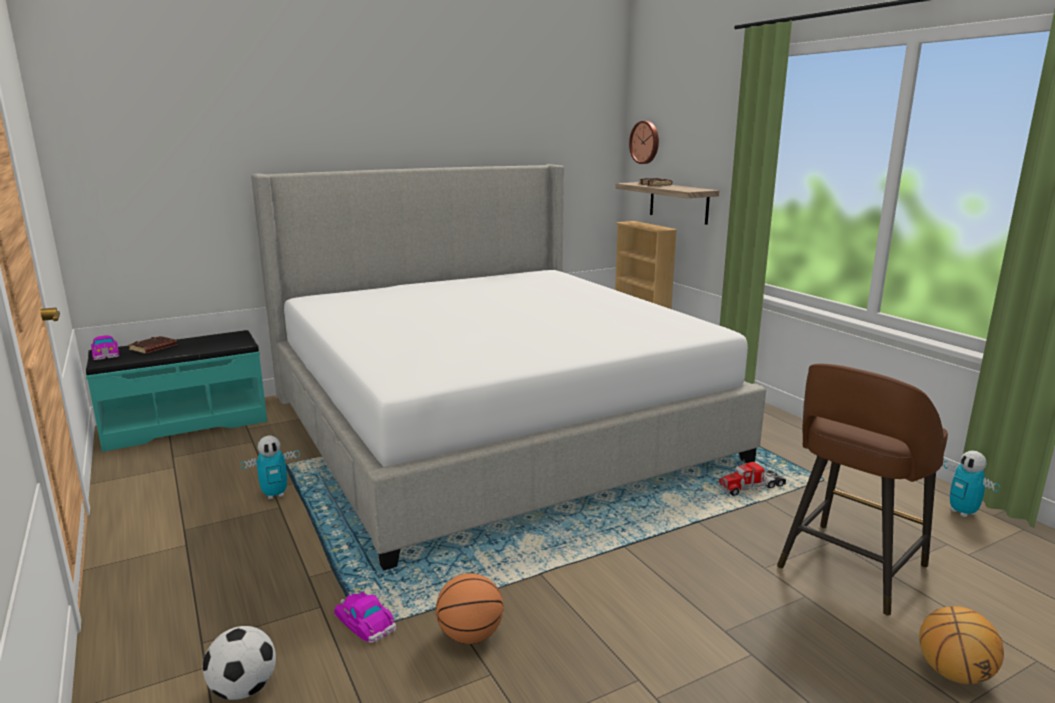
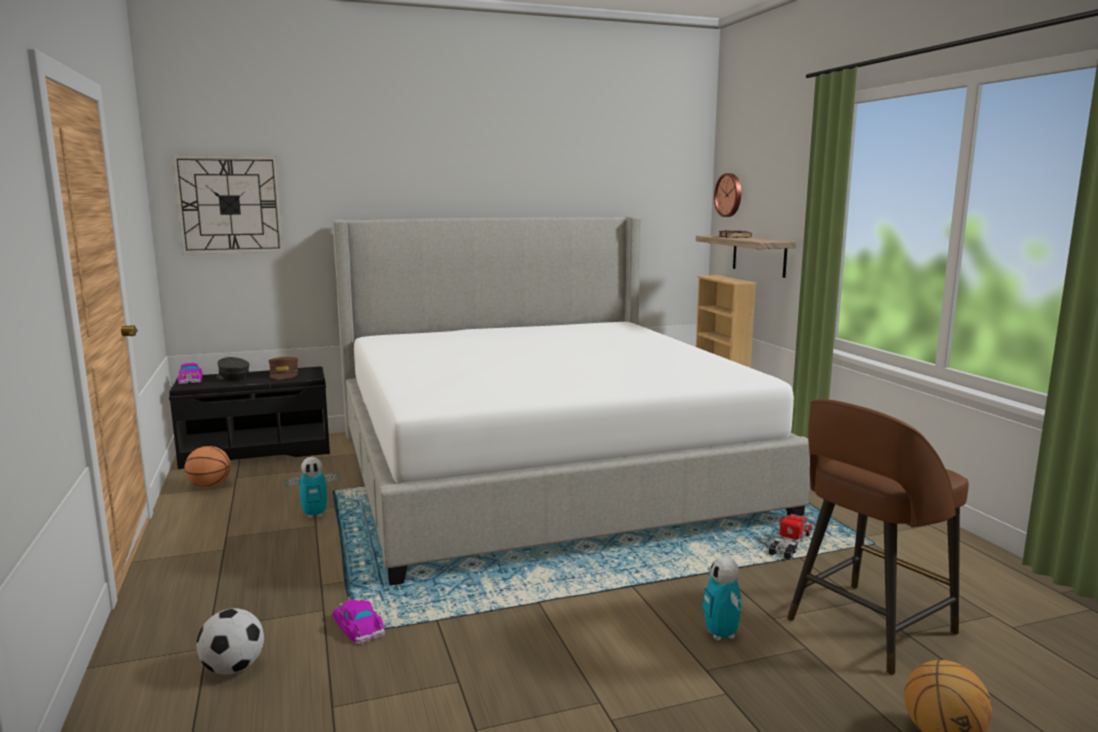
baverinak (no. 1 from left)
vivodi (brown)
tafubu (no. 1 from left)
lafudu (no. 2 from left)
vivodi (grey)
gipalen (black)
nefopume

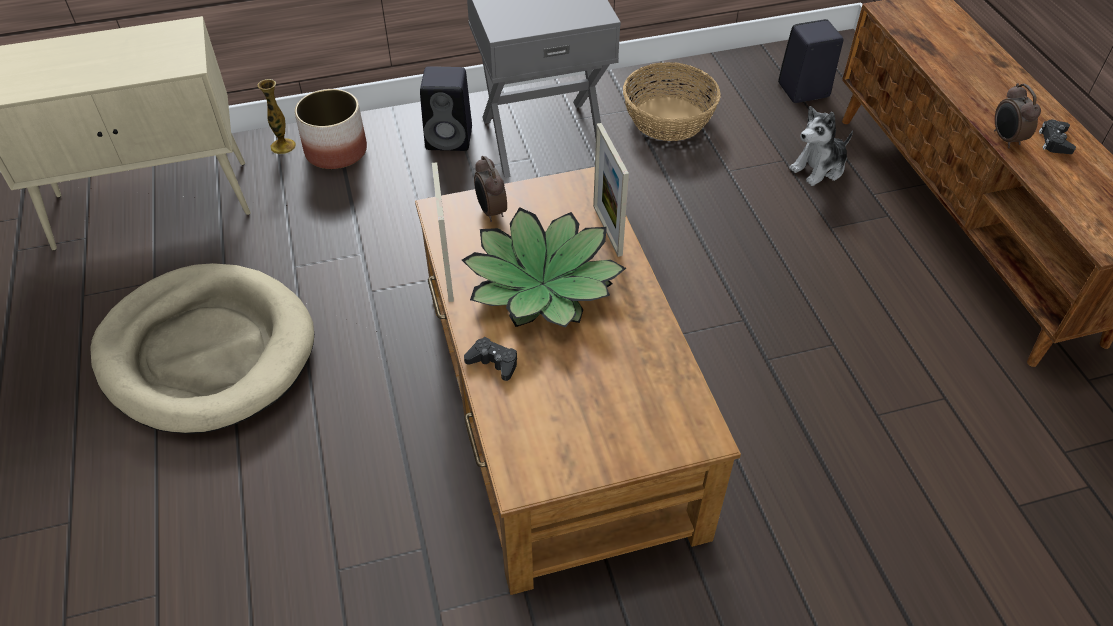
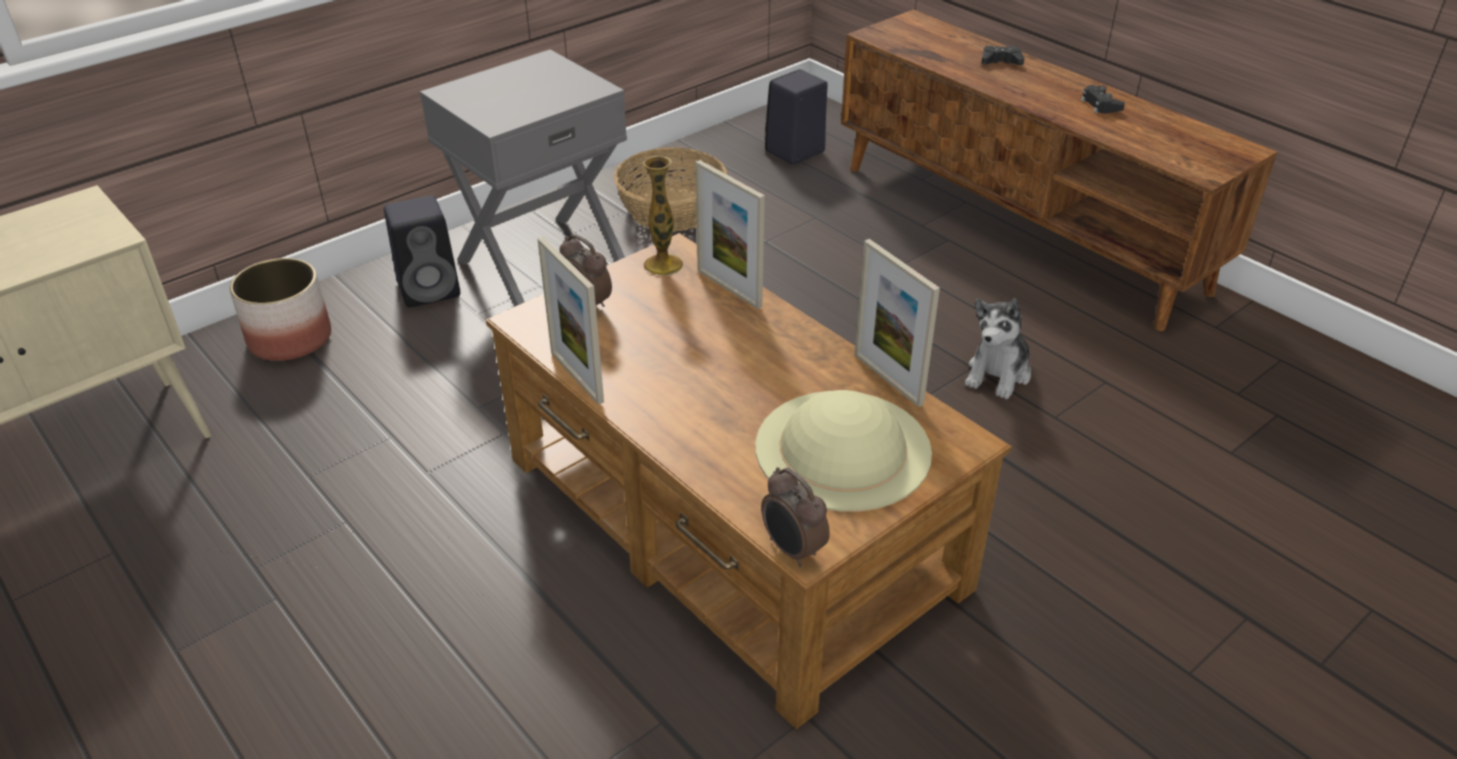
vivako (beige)
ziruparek
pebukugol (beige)
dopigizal (no. 3 from left)
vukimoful
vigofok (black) (no. 1 from left)
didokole
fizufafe (no. 2 from left)

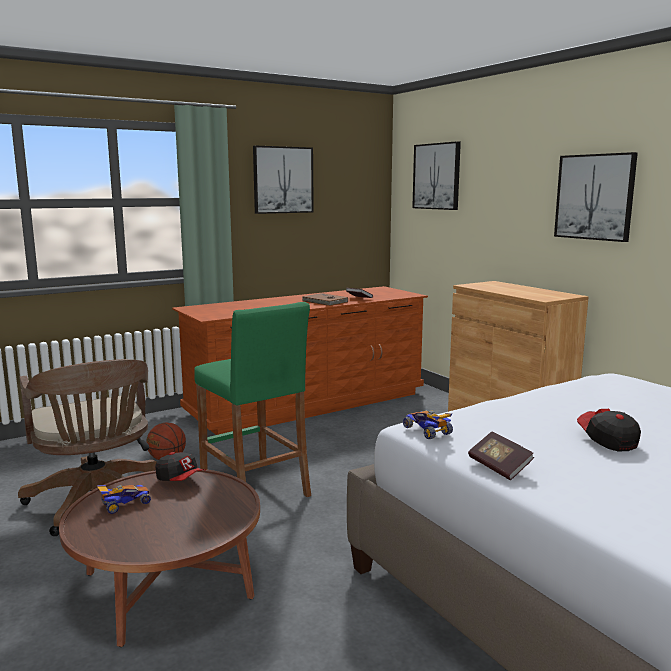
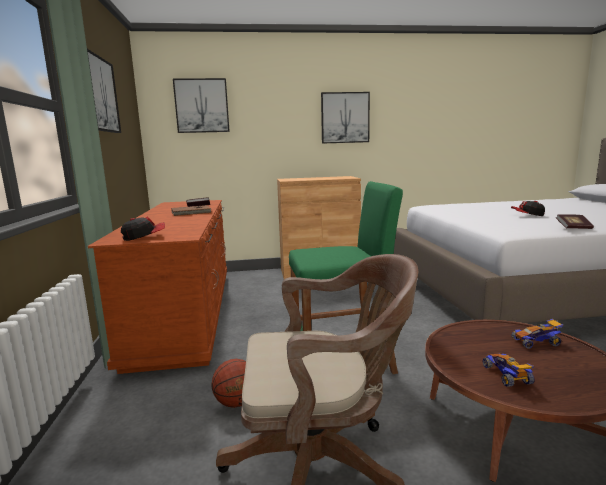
vivodi (no. 1 from left)
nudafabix (no. 2 from left)

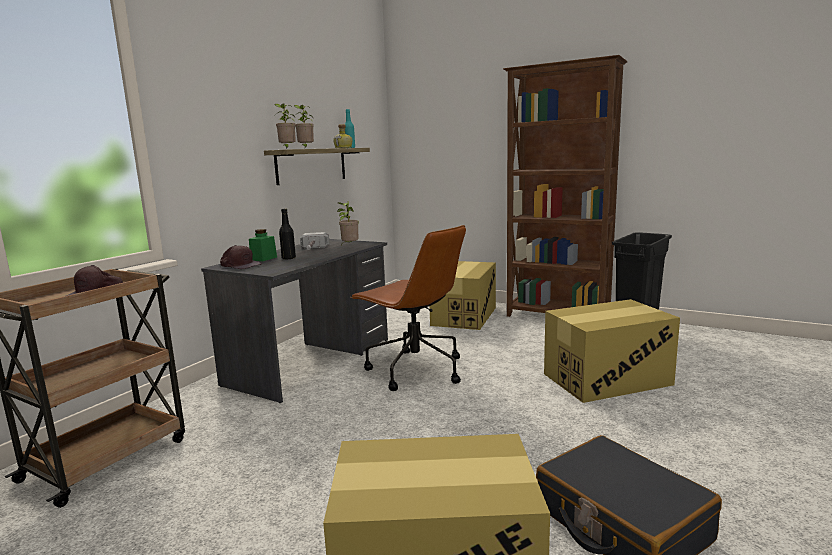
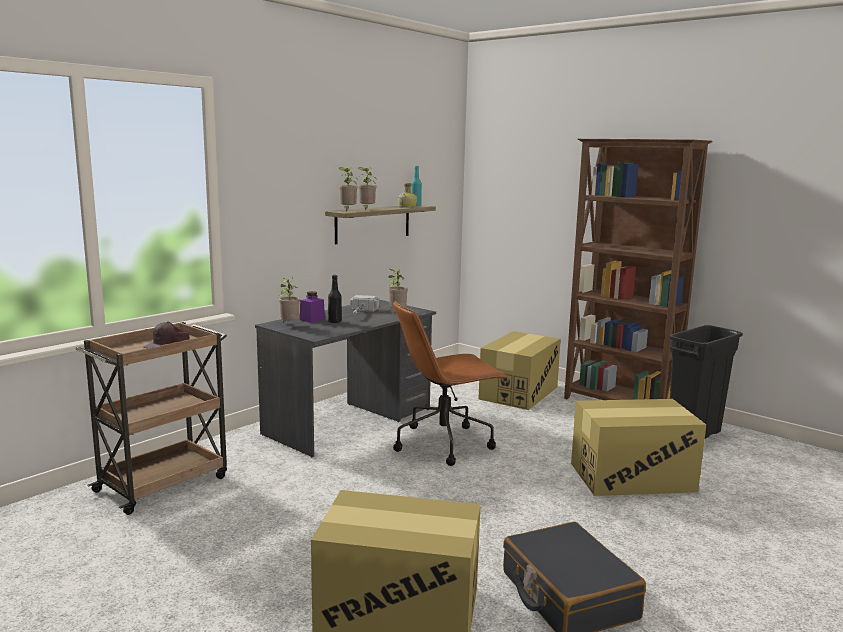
ziruparek (no. 1 from left)
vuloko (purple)
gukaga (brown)

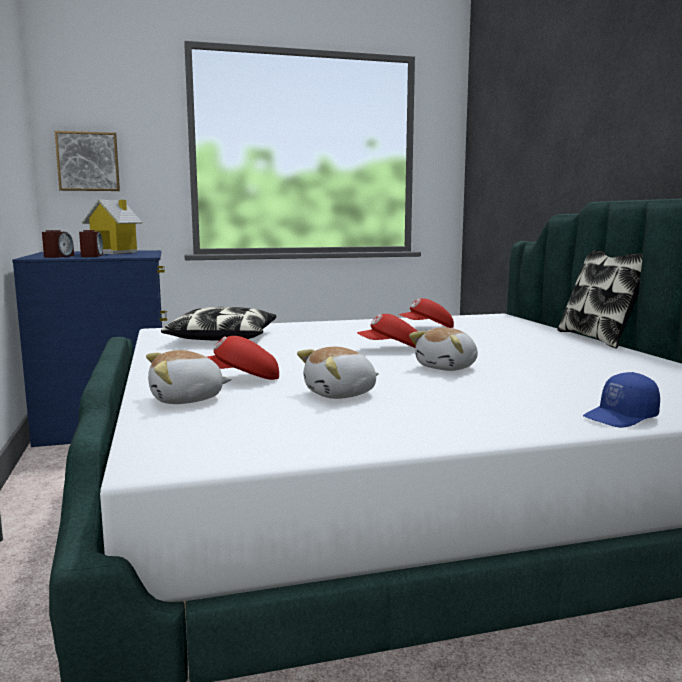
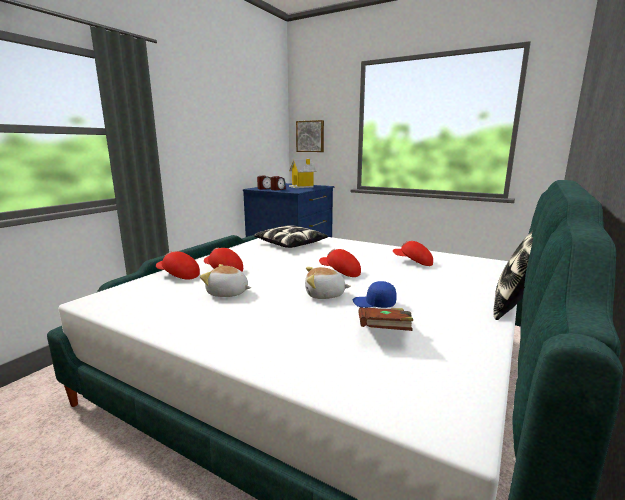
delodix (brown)
vivodi (blue)
vivodi (red) (no. 1 from left)

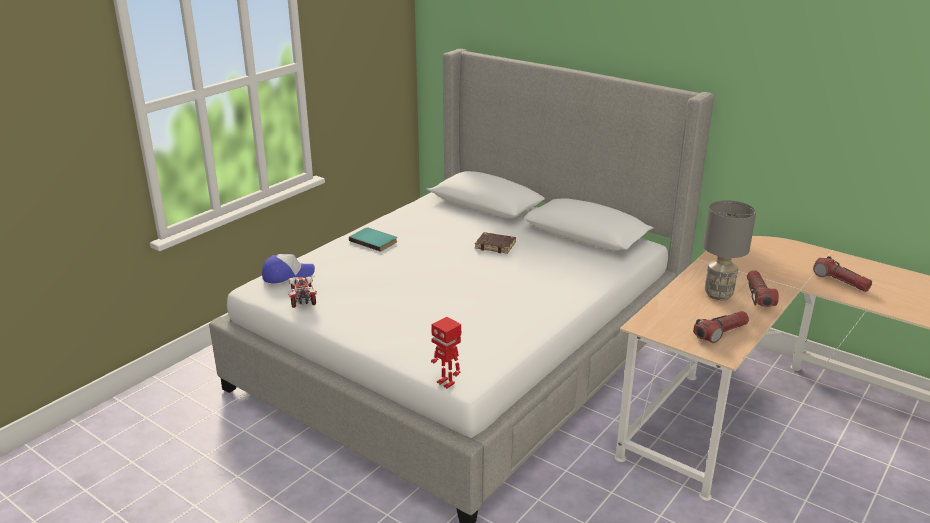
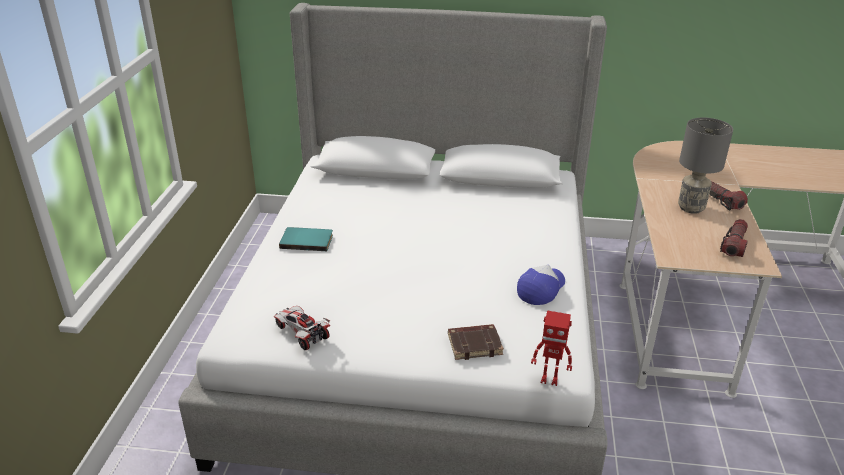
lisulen (no. 3 from left in the first image)
vivodi
delodix (brown)

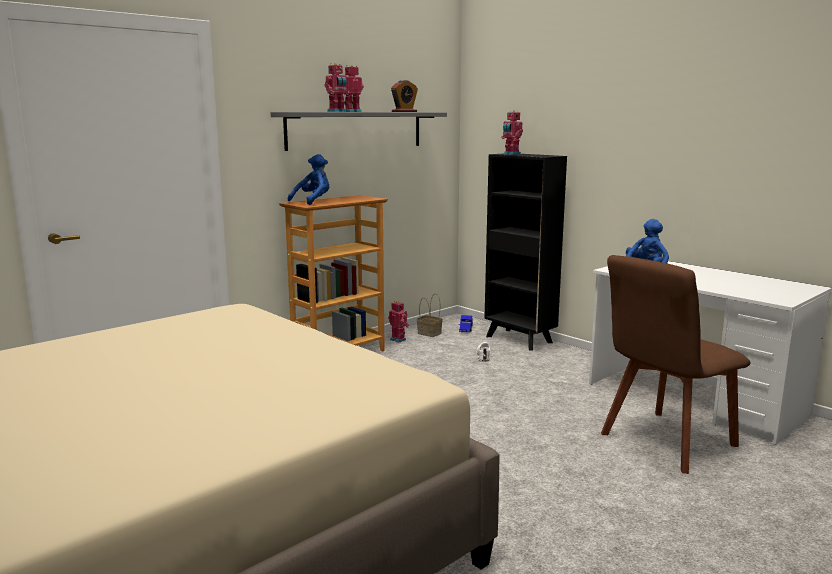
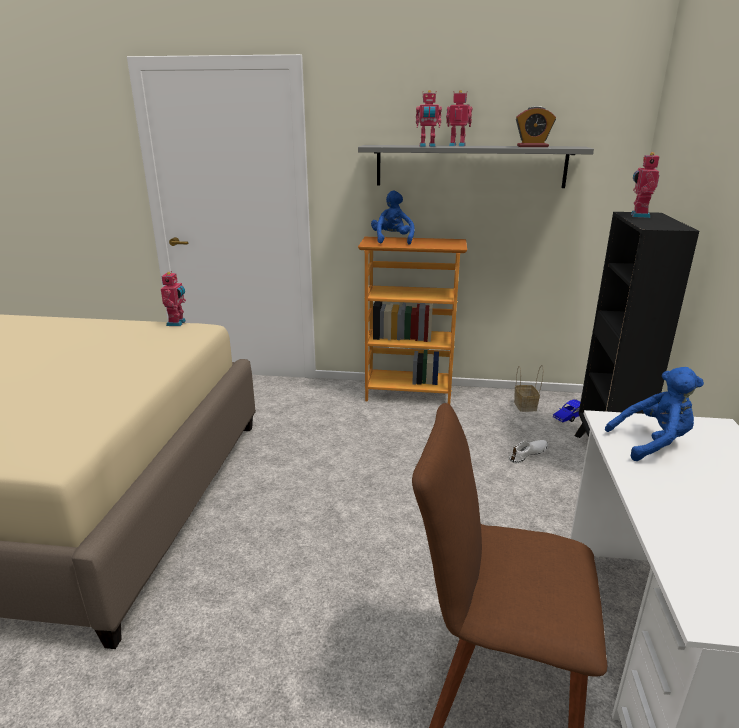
lafudu (no. 1 from left)
didokole (blue) (no. 1 from left)

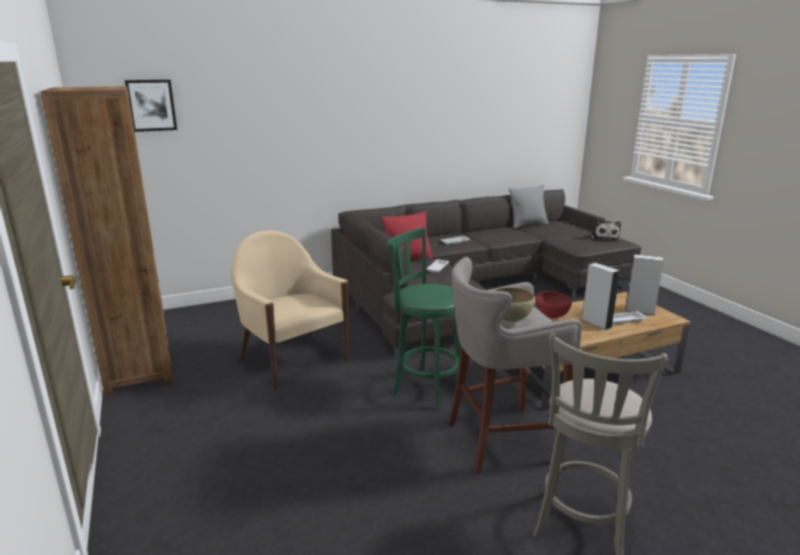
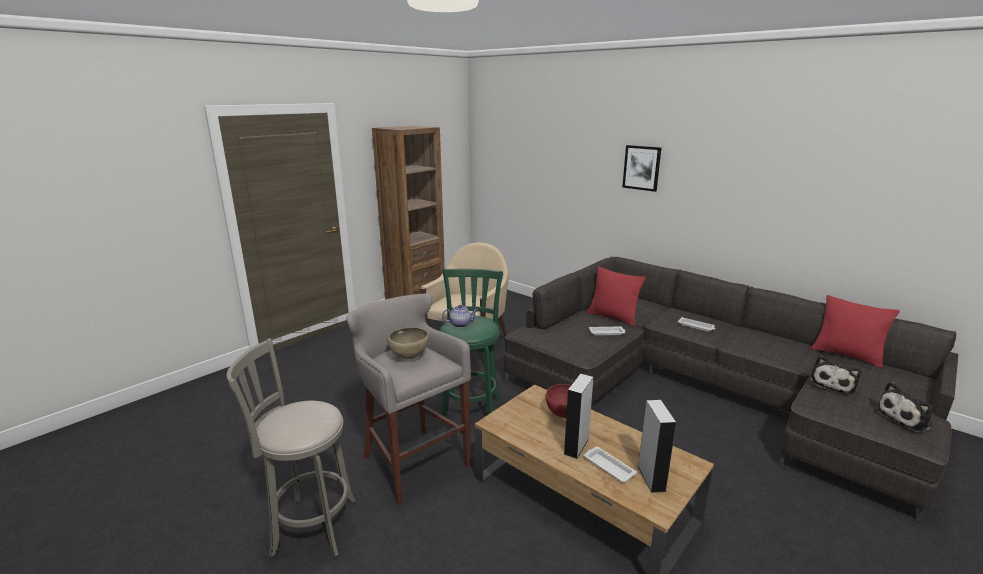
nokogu
didokole (no. 1 from left)
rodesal
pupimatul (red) (no. 2 from left)

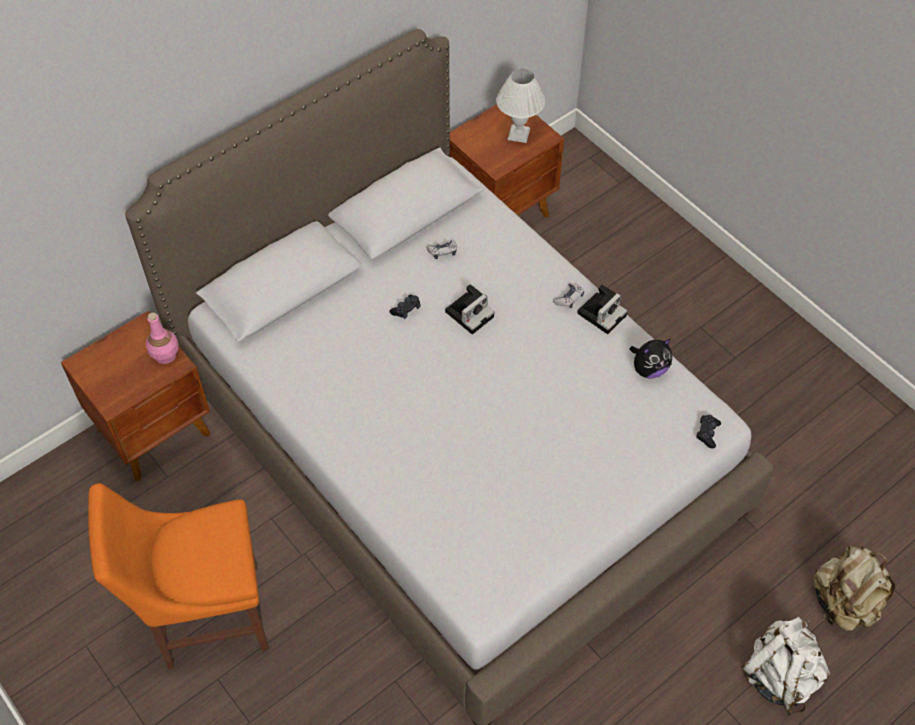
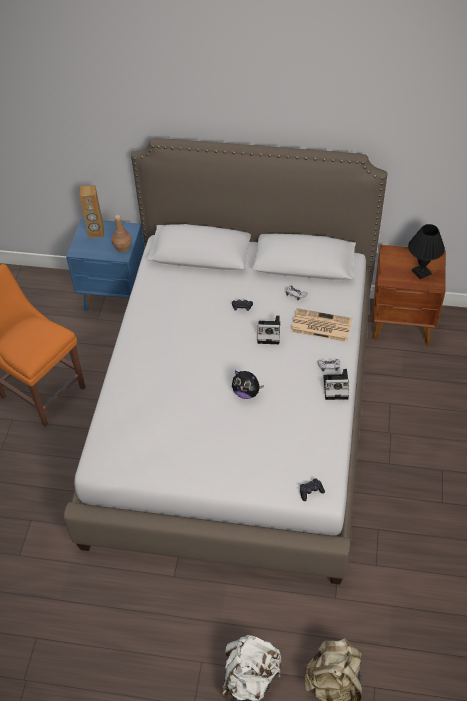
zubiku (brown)
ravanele
didokole
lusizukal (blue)
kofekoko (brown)
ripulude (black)

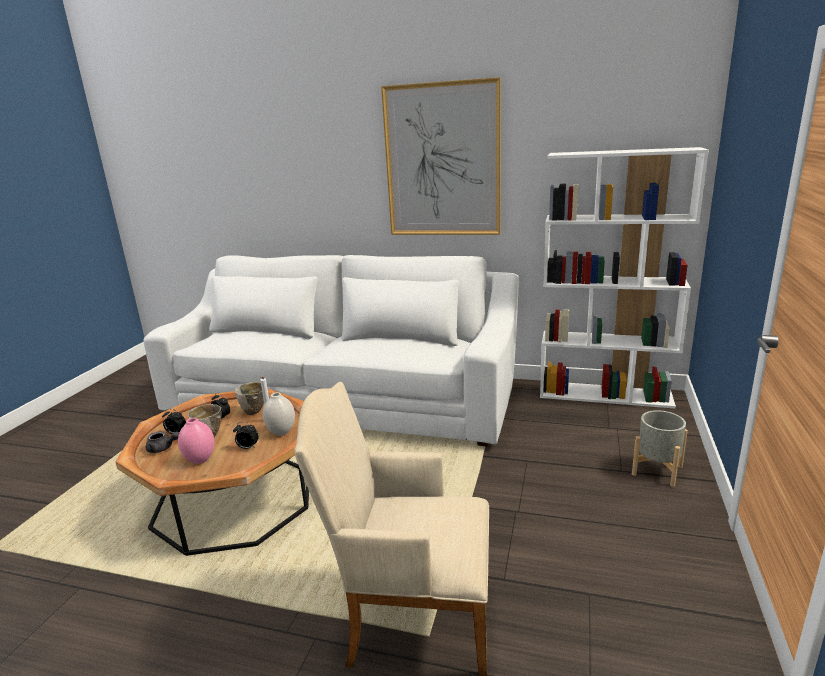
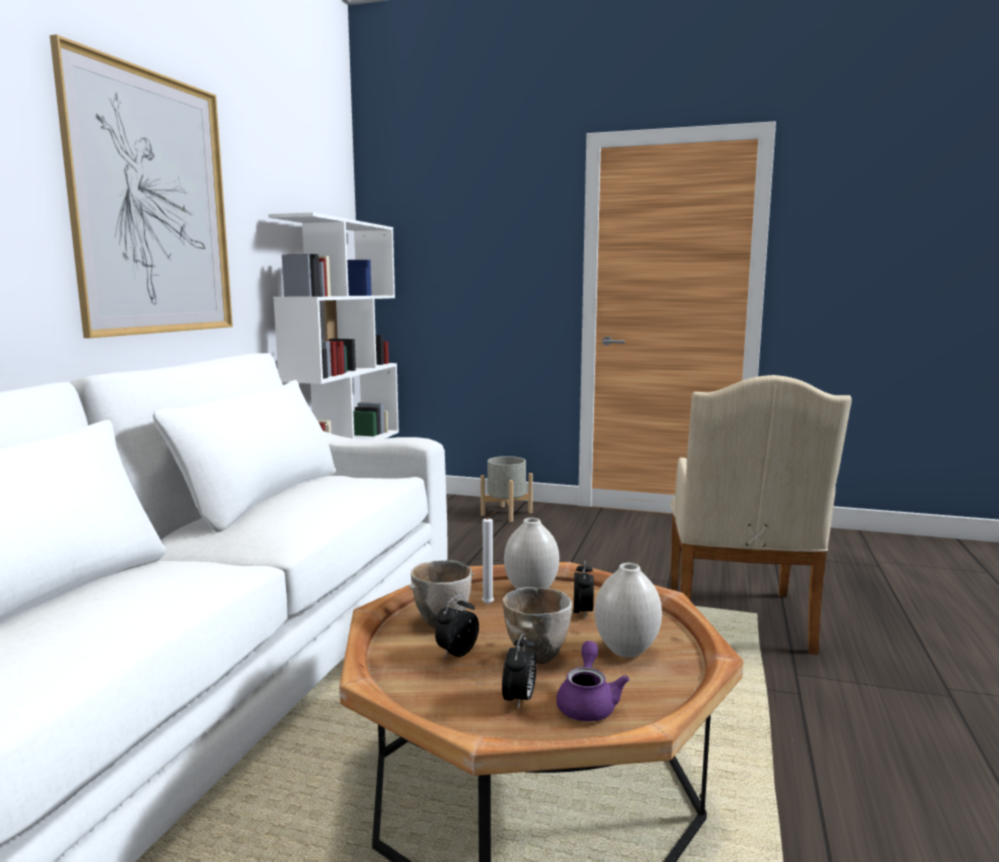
nokogu (purple)
vukimoful (white) (no. 2 from left)

